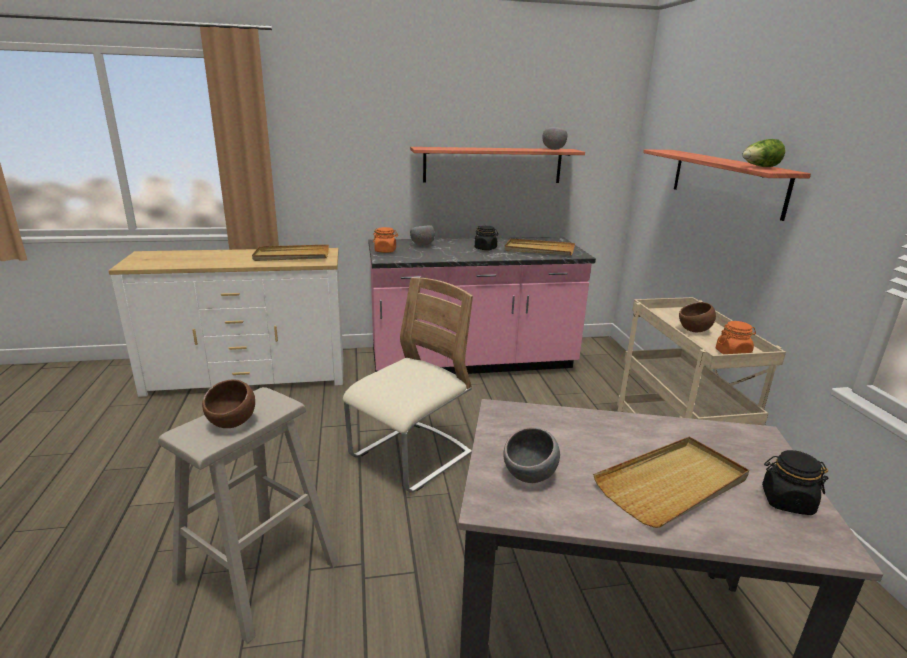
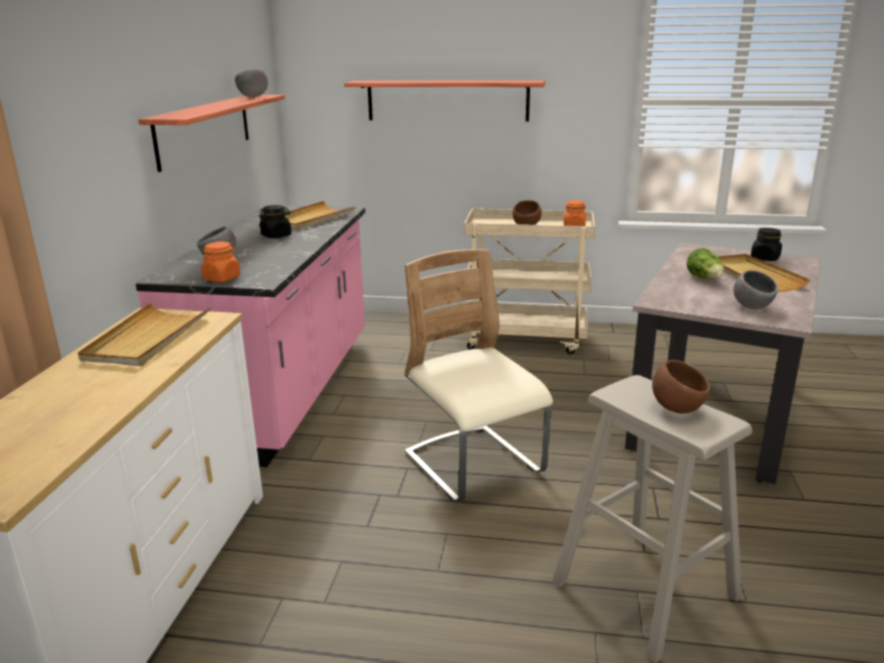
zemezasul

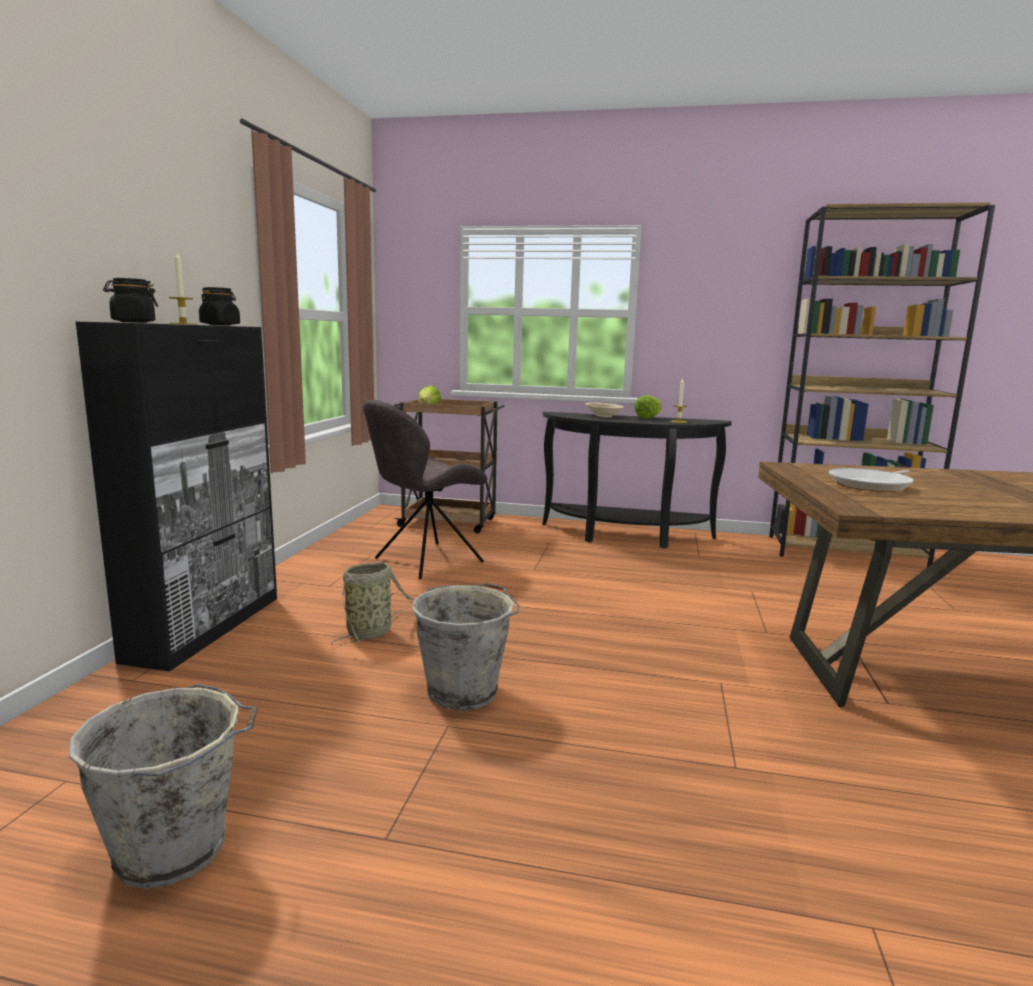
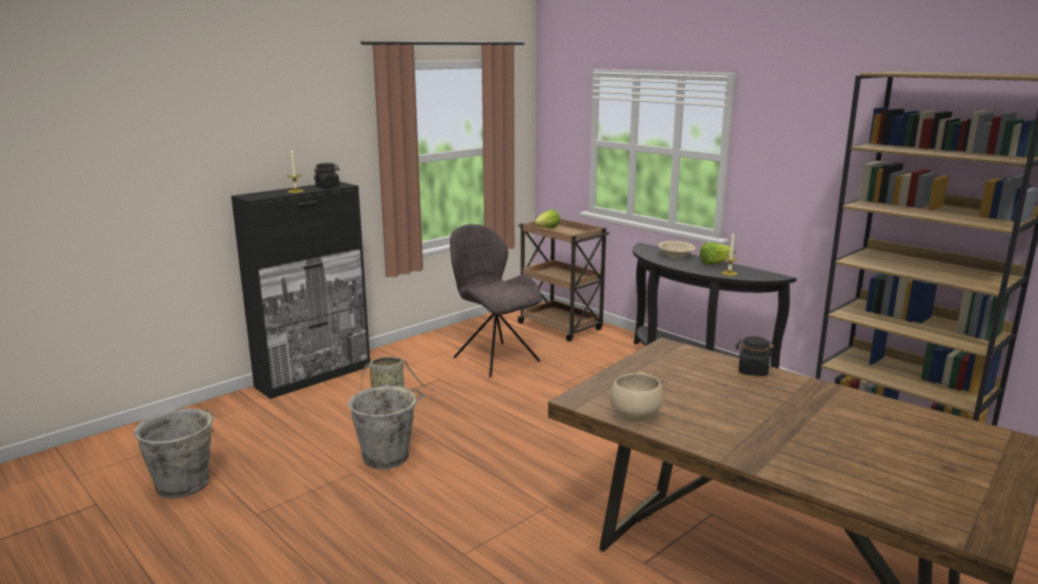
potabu
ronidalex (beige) (no. 1 from left)
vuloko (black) (no. 2 from left)
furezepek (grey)

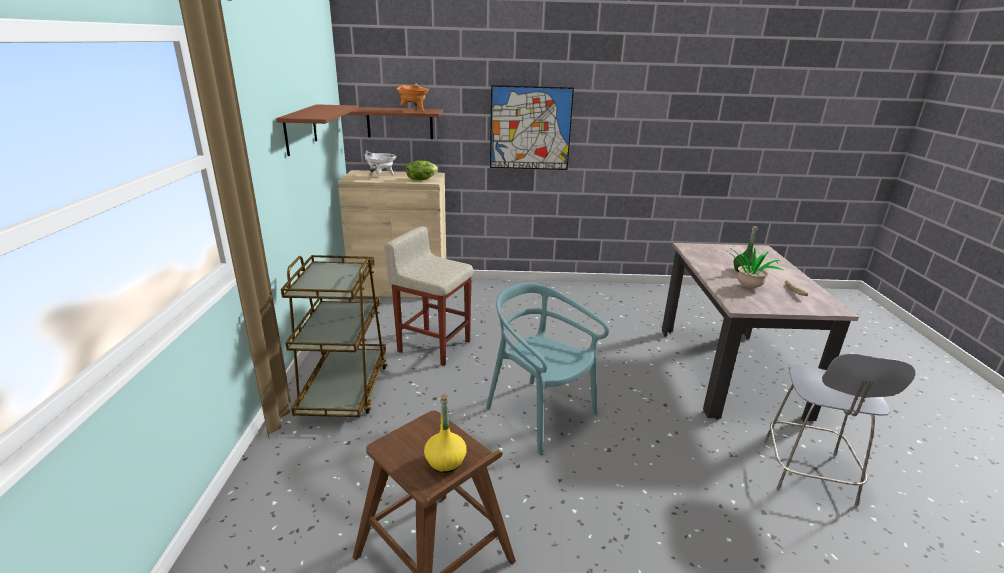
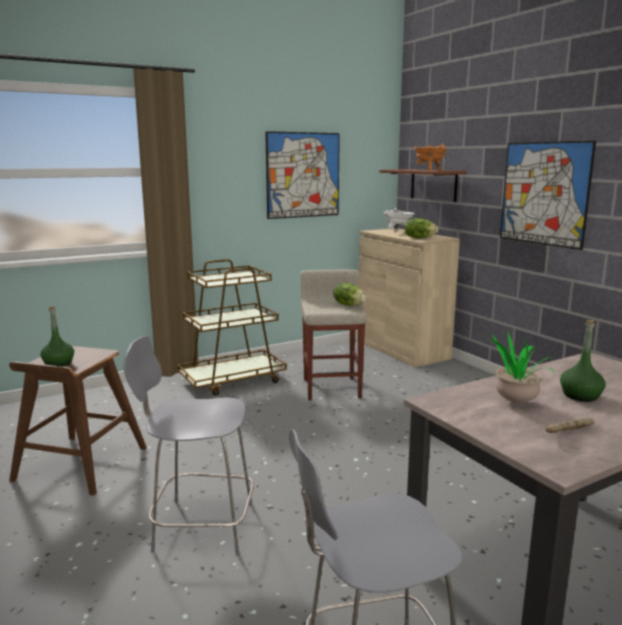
furezepek (turquoise)
furezepek (grey) (no. 1 from left)
zemezasul (no. 1 from left)
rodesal (no. 1 from left)
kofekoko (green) (no. 1 from left)

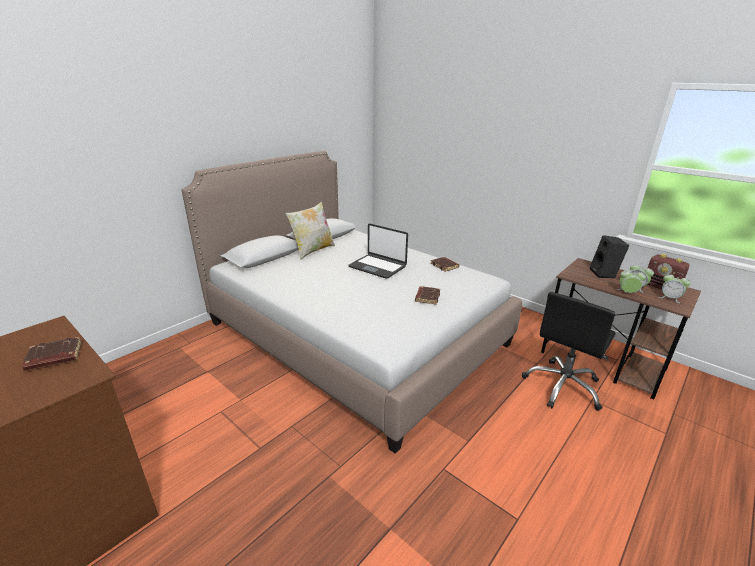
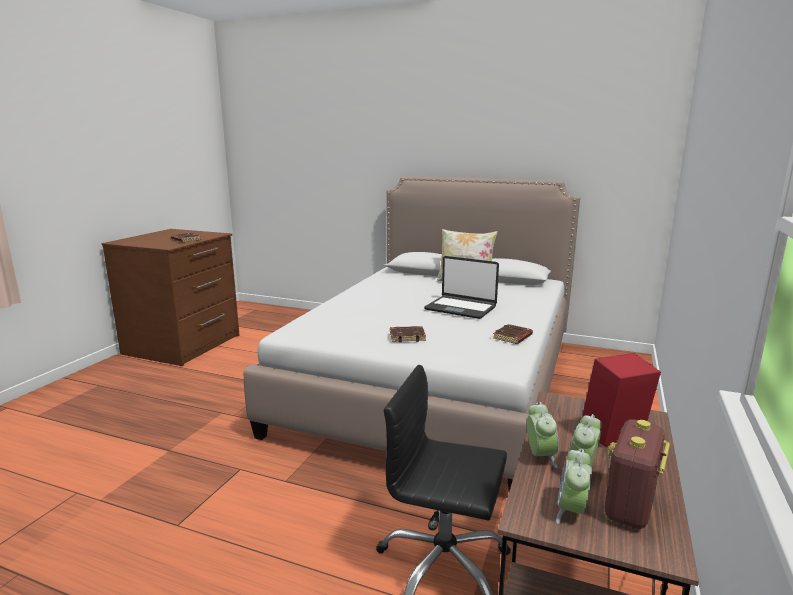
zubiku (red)
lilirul

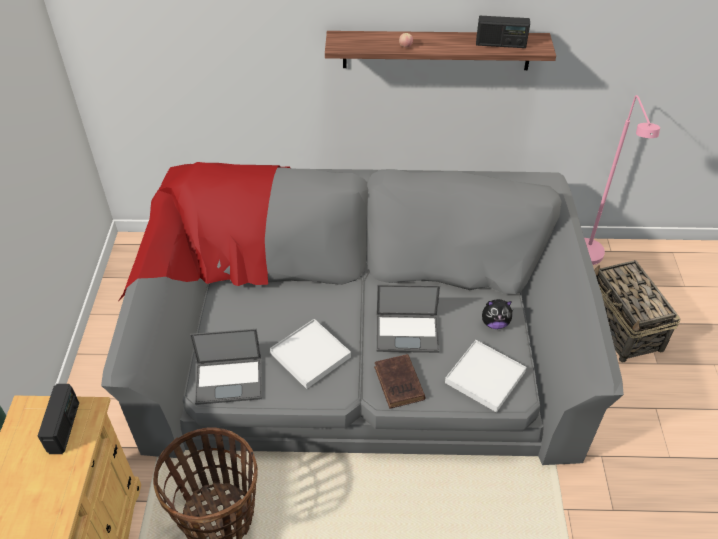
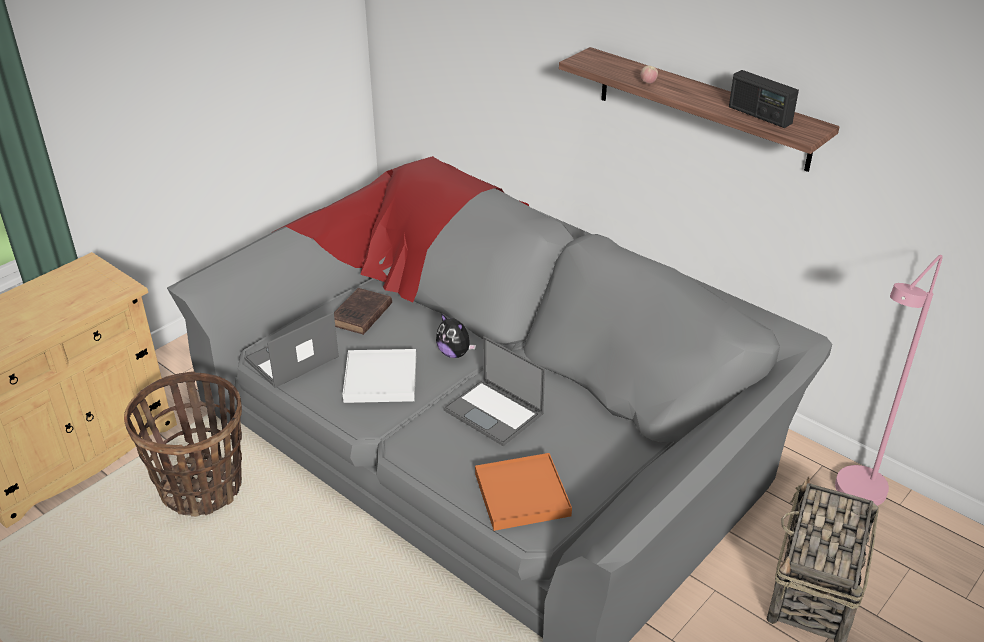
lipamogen (no. 1 from left in the first image)
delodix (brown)
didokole
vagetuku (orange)
lilirul (no. 1 from left)

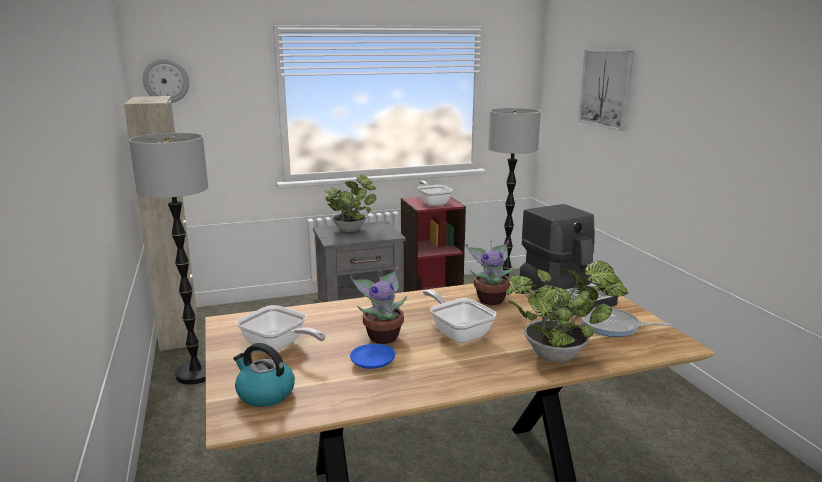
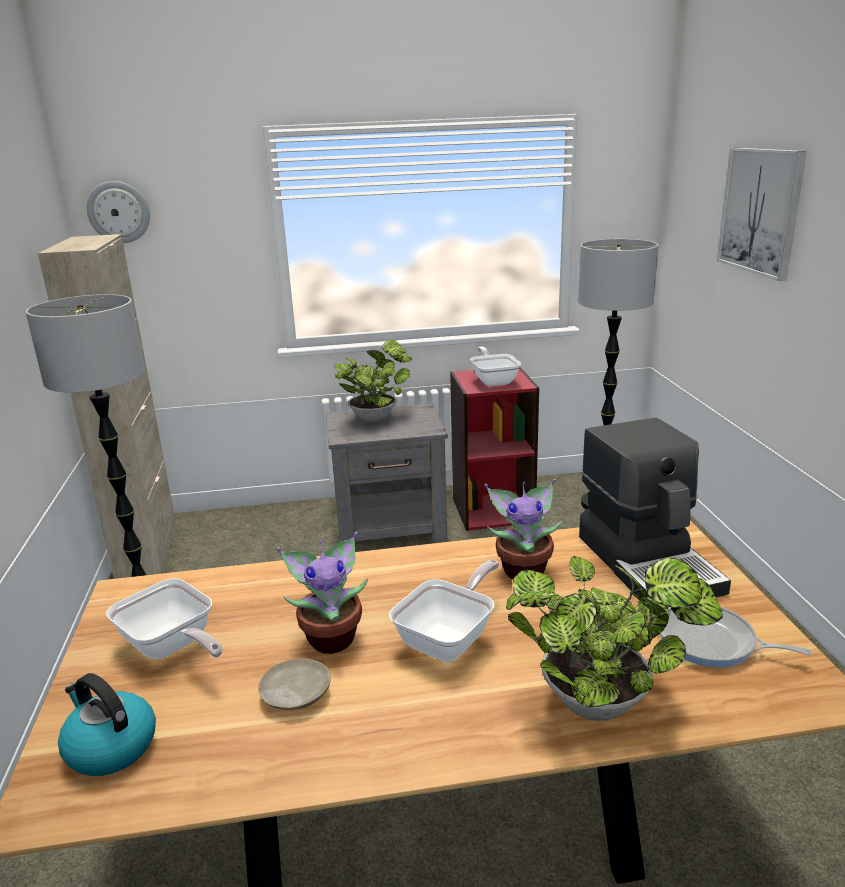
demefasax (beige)
potabu (no. 2 from left)

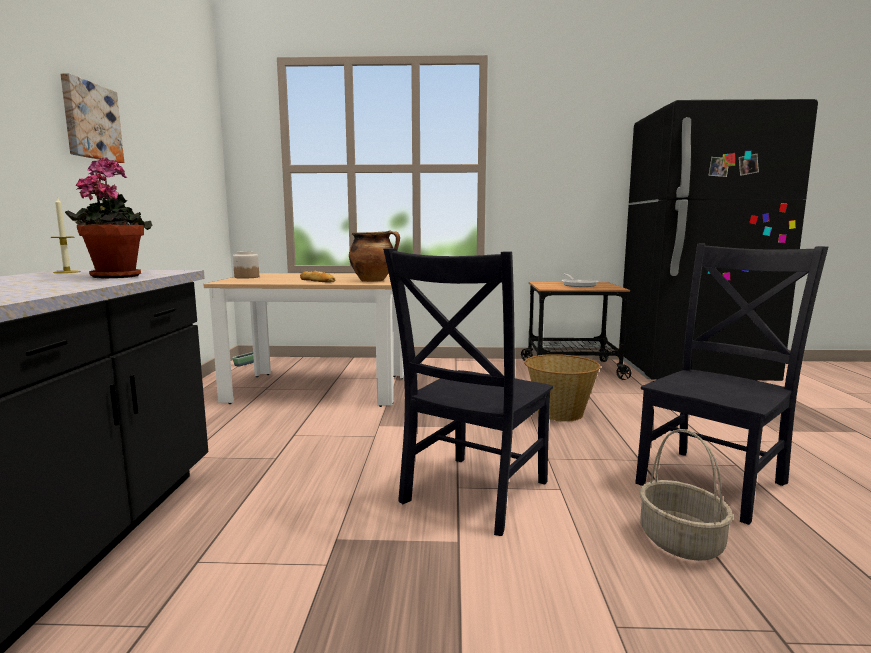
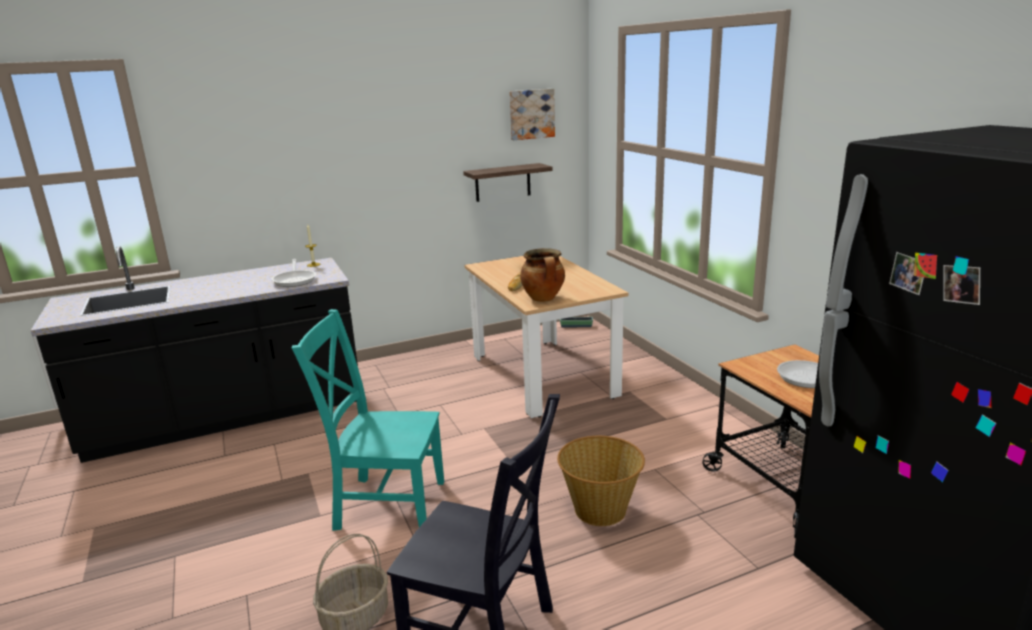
vuloko
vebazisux
rodesal
potabu (no. 1 from left)
furezepek (turquoise)

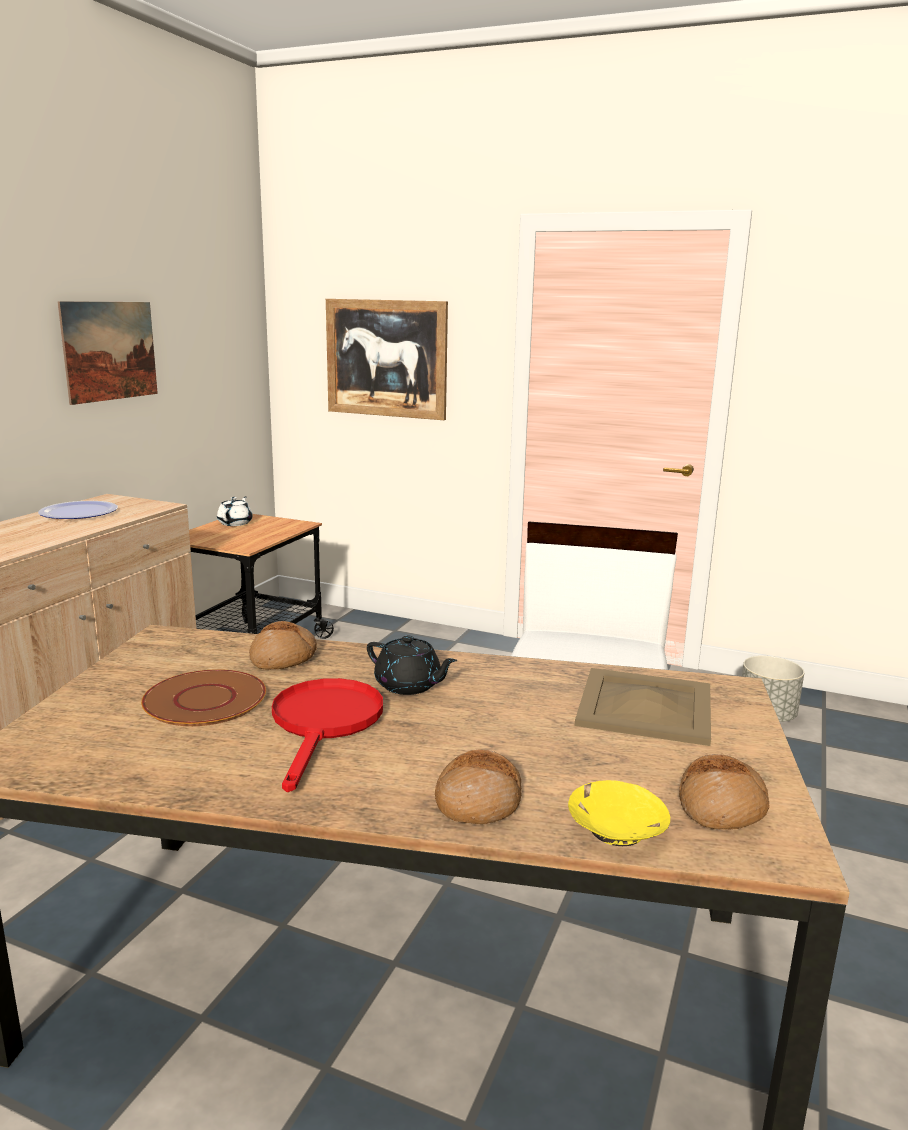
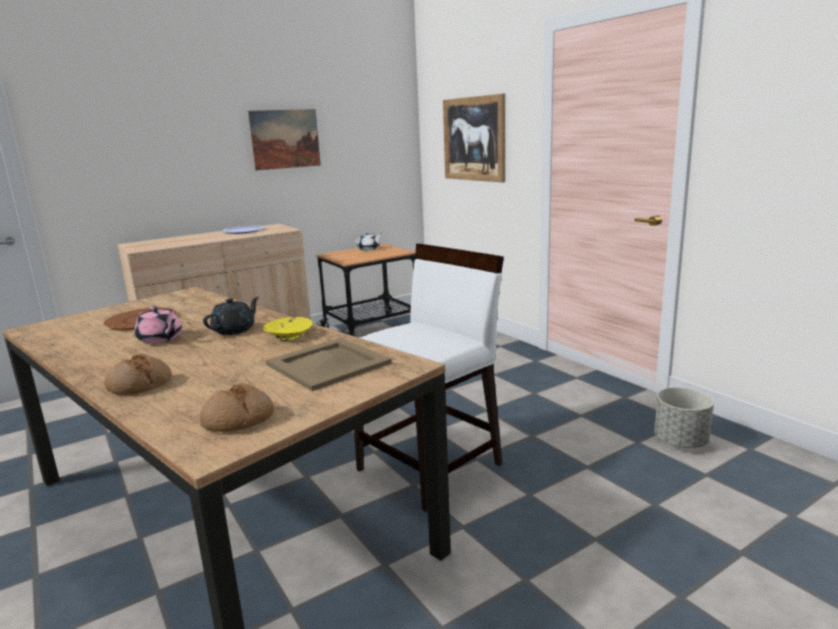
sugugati (no. 1 from left in the first image)
ronidalex (yellow)
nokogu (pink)
nokogu (black)

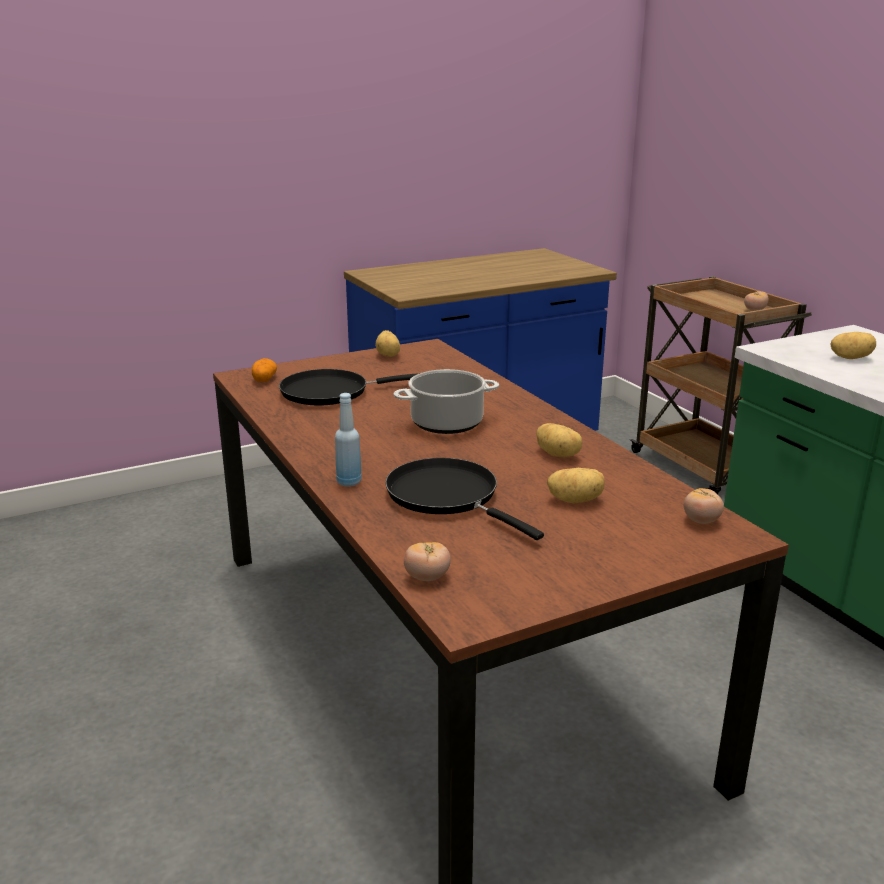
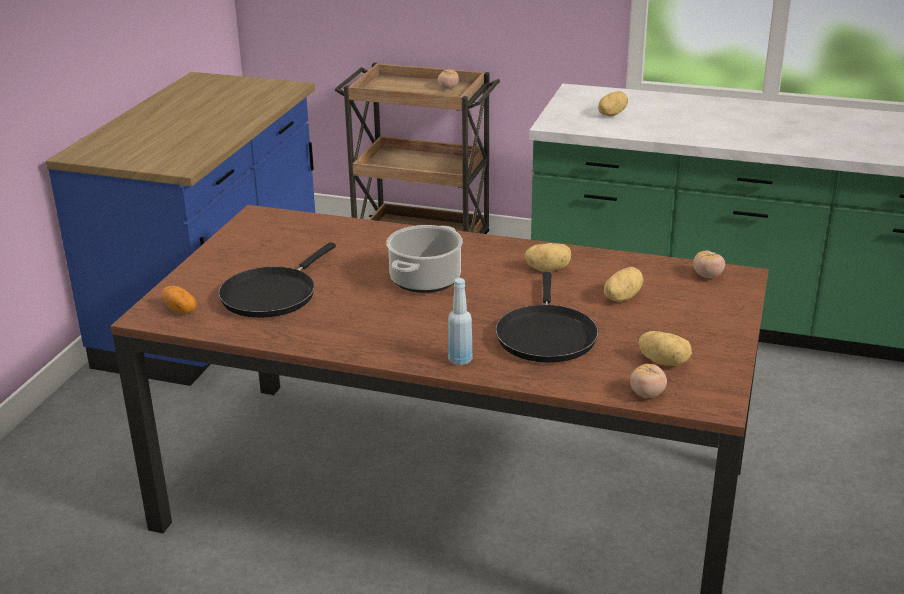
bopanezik (no. 5 from left)
potabu (black) (no. 2 from left)

